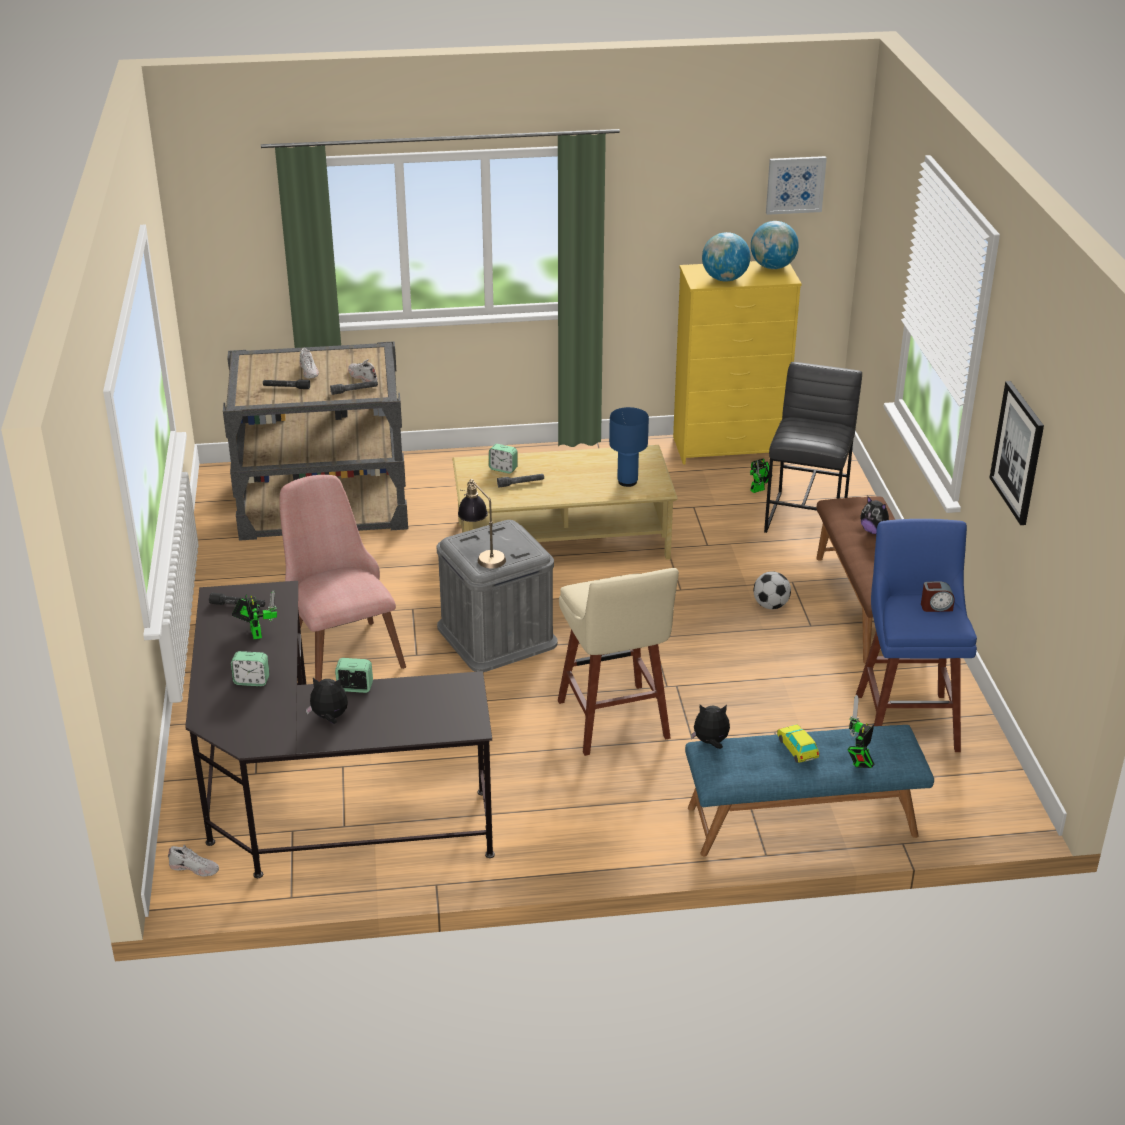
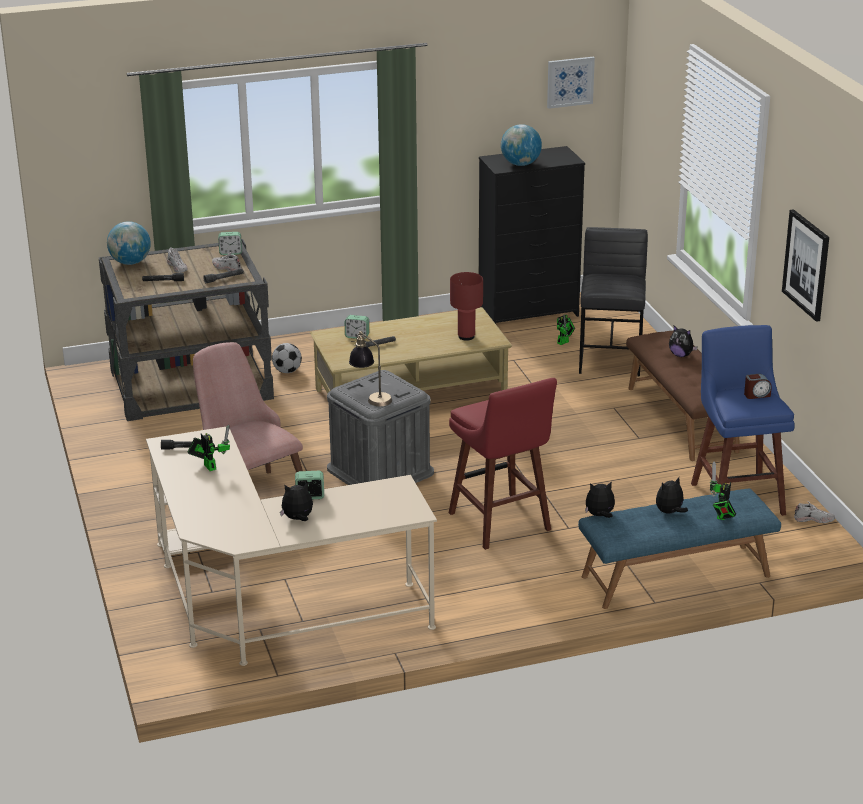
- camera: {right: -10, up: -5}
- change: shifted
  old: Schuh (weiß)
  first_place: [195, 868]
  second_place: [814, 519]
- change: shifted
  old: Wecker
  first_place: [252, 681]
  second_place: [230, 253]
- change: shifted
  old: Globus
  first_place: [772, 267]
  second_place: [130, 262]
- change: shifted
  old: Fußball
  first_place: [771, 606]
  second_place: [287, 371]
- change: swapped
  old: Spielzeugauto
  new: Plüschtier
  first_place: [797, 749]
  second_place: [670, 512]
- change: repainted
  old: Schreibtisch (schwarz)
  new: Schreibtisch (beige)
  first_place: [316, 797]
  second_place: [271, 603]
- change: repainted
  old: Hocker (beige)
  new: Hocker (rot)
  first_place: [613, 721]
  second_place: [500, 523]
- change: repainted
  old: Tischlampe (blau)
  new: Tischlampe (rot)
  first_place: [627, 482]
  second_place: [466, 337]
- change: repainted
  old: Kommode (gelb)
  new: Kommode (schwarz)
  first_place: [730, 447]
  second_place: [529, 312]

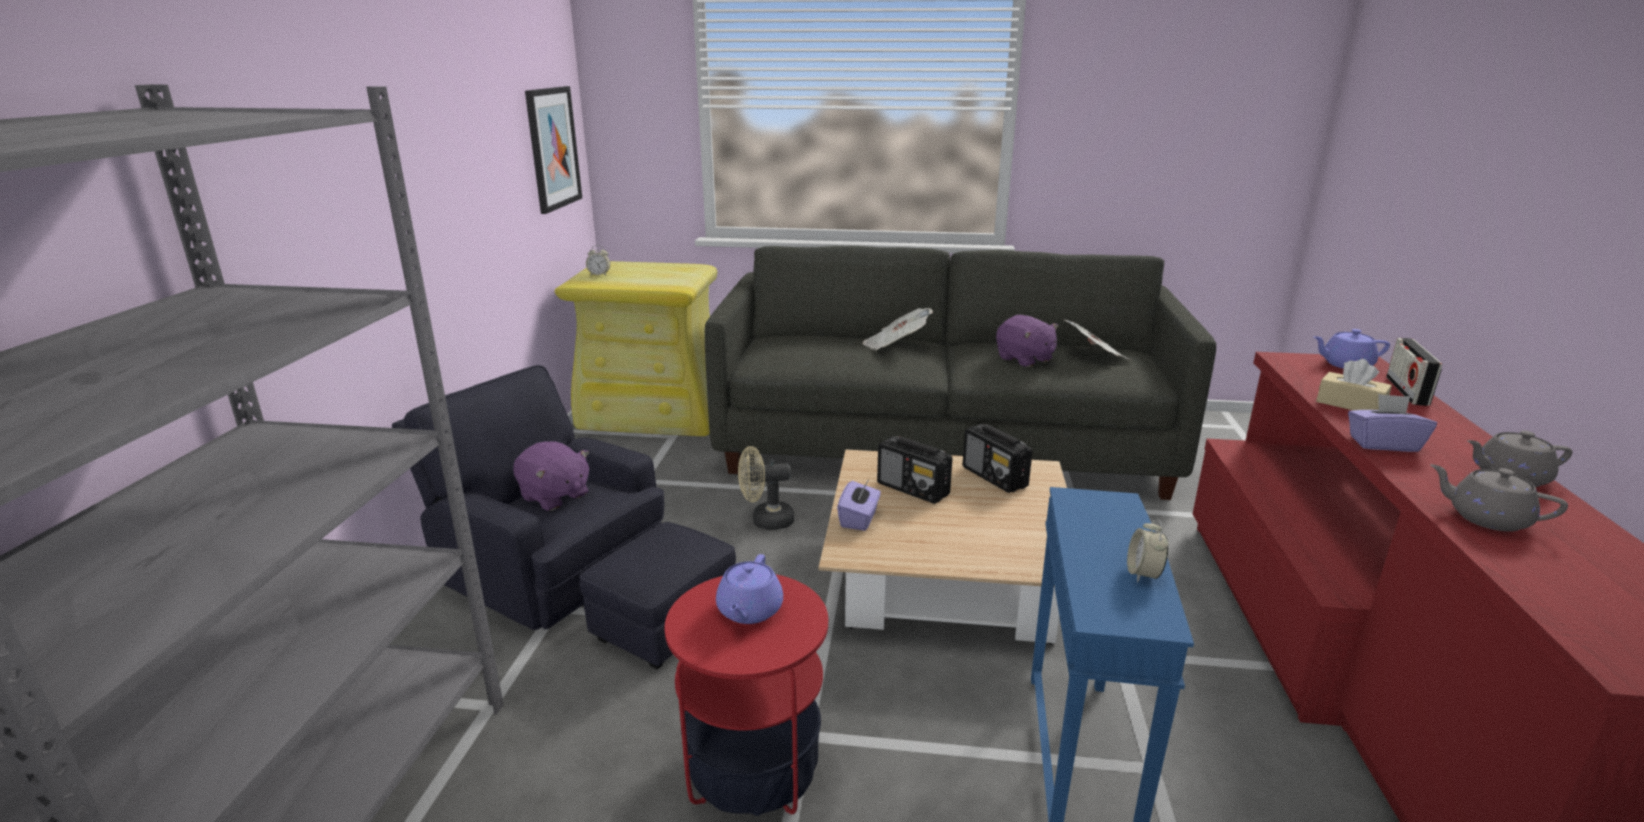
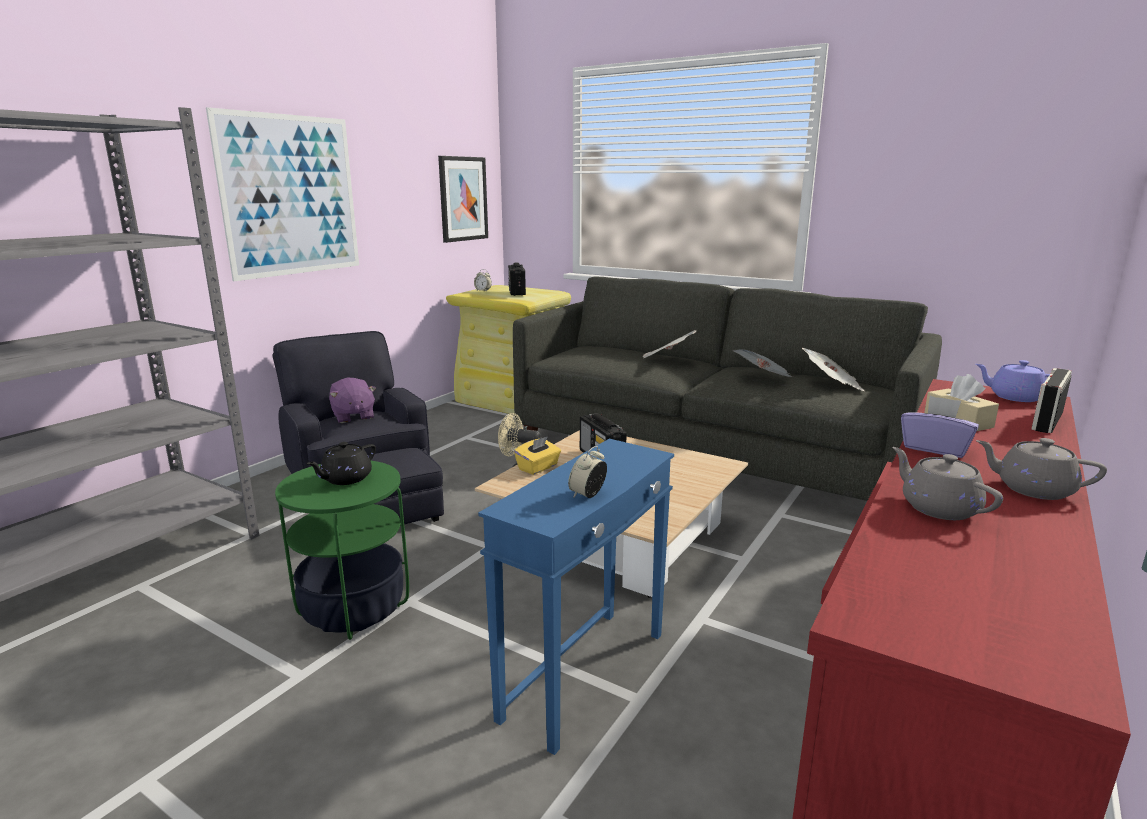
- camera: {right: 25, up: -5}
- change: new
  new: Bild
  second_place: [291, 196]
- change: shifted
  old: Radio
  first_place: [995, 477]
  second_place: [517, 292]
- change: swapped
  old: Plüschtier (lila)
  new: Zeitung
  first_place: [1024, 359]
  second_place: [763, 379]
- change: repainted
  old: Beistelltisch (rot)
  new: Beistelltisch (grün)
  first_place: [754, 773]
  second_place: [354, 611]
- change: repainted
  old: Teekanne (lila)
  new: Teekanne (schwarz)
  first_place: [749, 611]
  second_place: [345, 479]
- change: repainted
  old: Taschentuchbox (lila)
  new: Taschentuchbox (gelb)
  first_place: [859, 519]
  second_place: [538, 468]

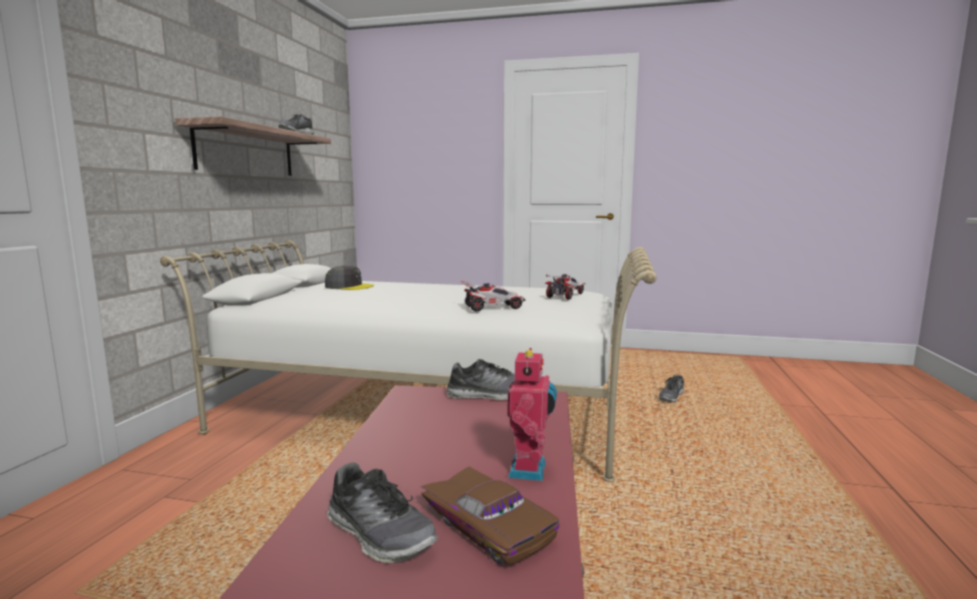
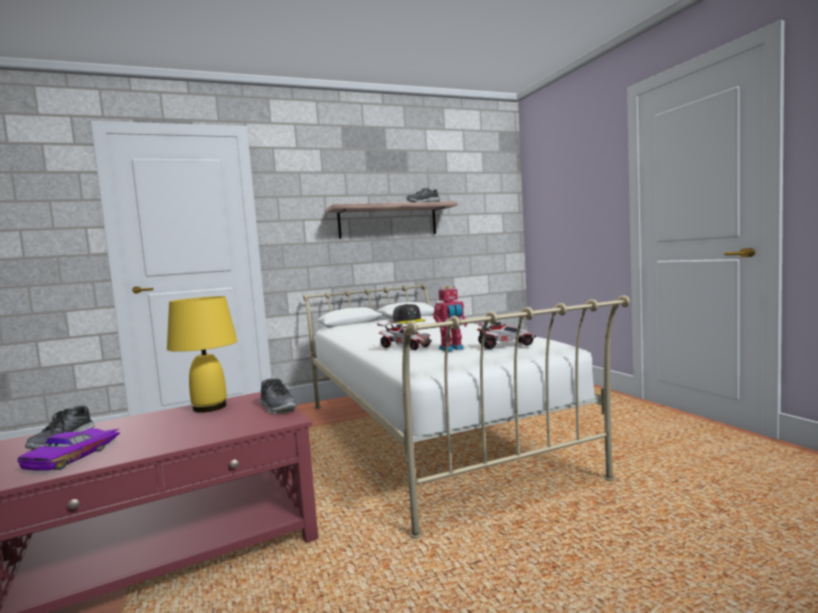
- camera: {right: 55, up: -5}
- change: gone
  old: Schuh
  first_place: [671, 397]
- change: new
  new: Tischlampe (gelb)
  second_place: [210, 407]
- change: shifted
  old: Spielzeugroboter
  first_place: [530, 470]
  second_place: [452, 349]
- change: repainted
  old: Spielzeugauto (braun)
  new: Spielzeugauto (lila)
  first_place: [490, 523]
  second_place: [75, 456]

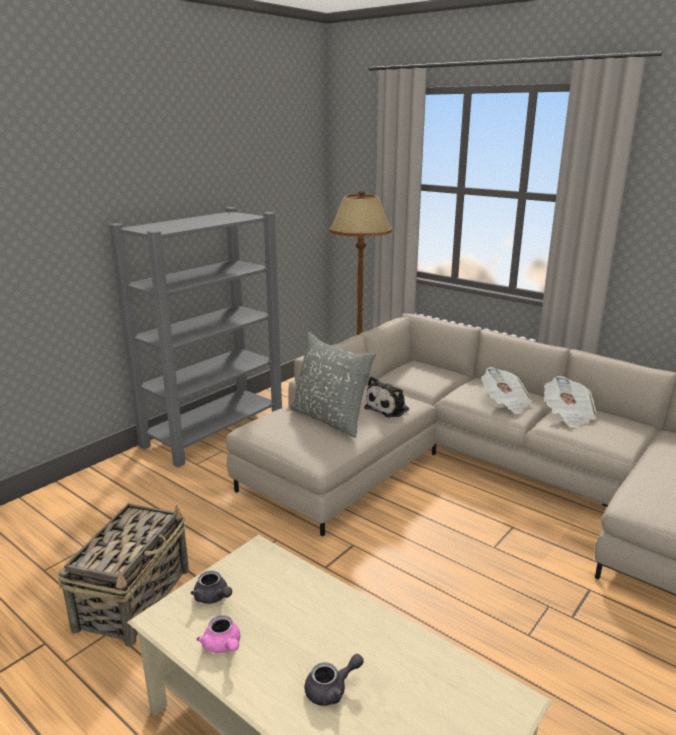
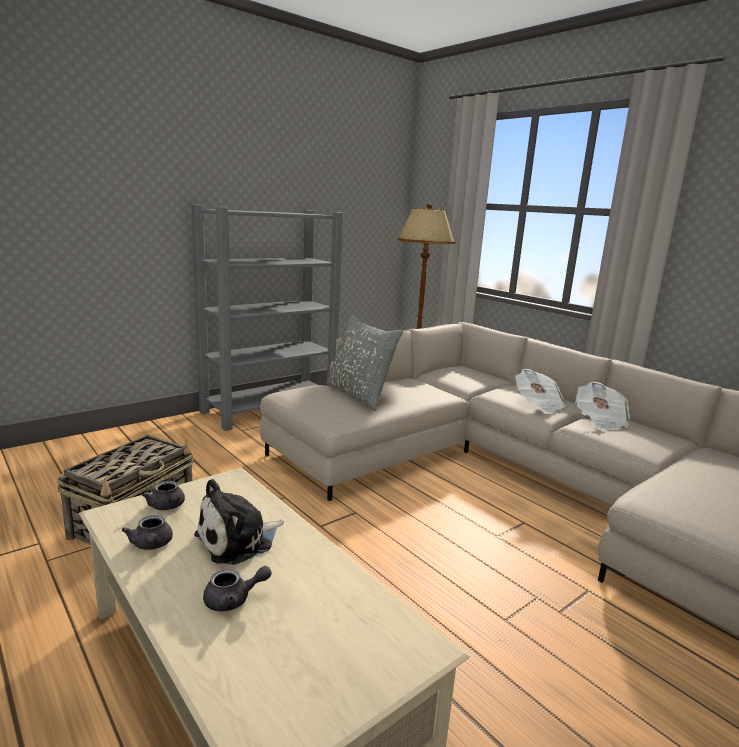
- camera: {right: 10, up: -5}
- change: shifted
  old: Plüschtier
  first_place: [389, 408]
  second_place: [238, 540]
- change: repainted
  old: Teekanne (rosa)
  new: Teekanne (grau)
  first_place: [223, 646]
  second_place: [151, 545]

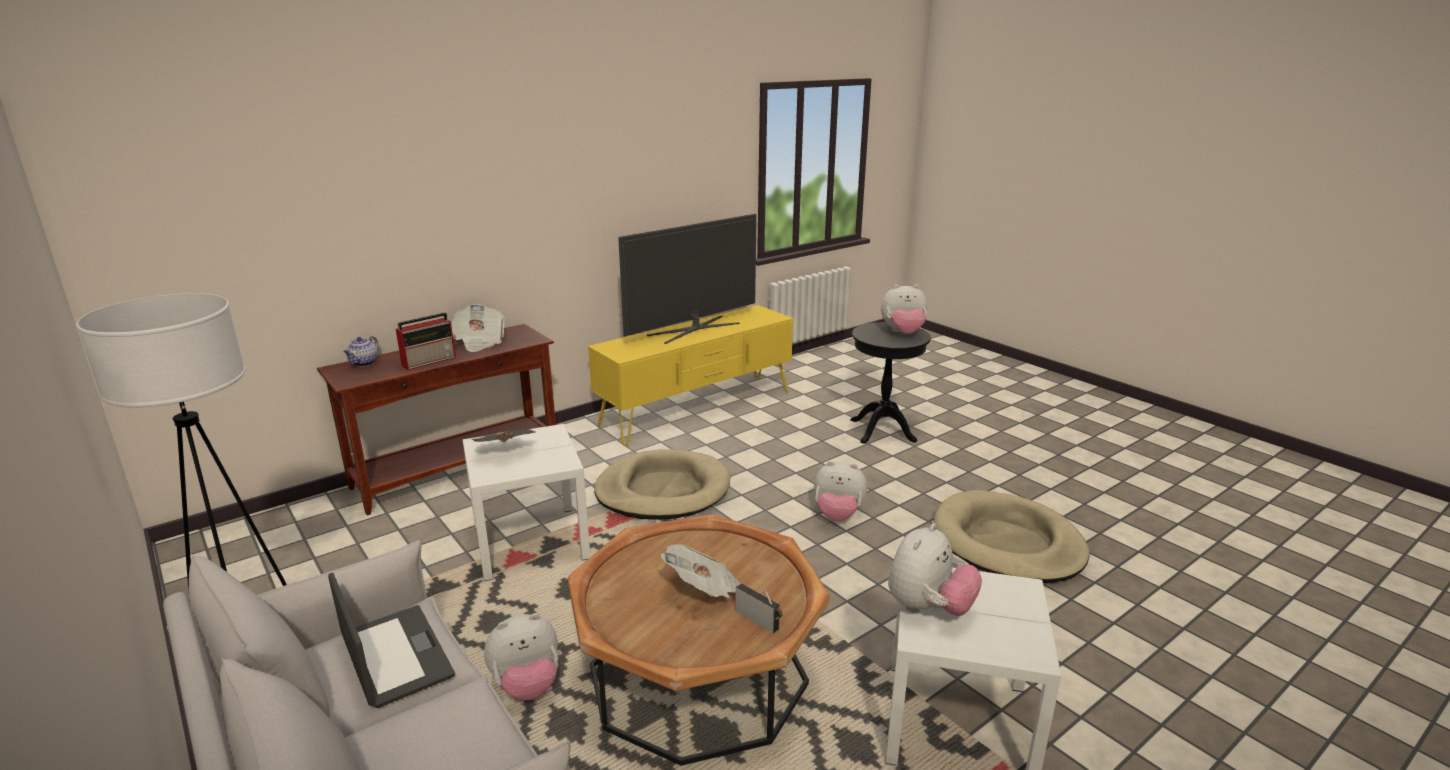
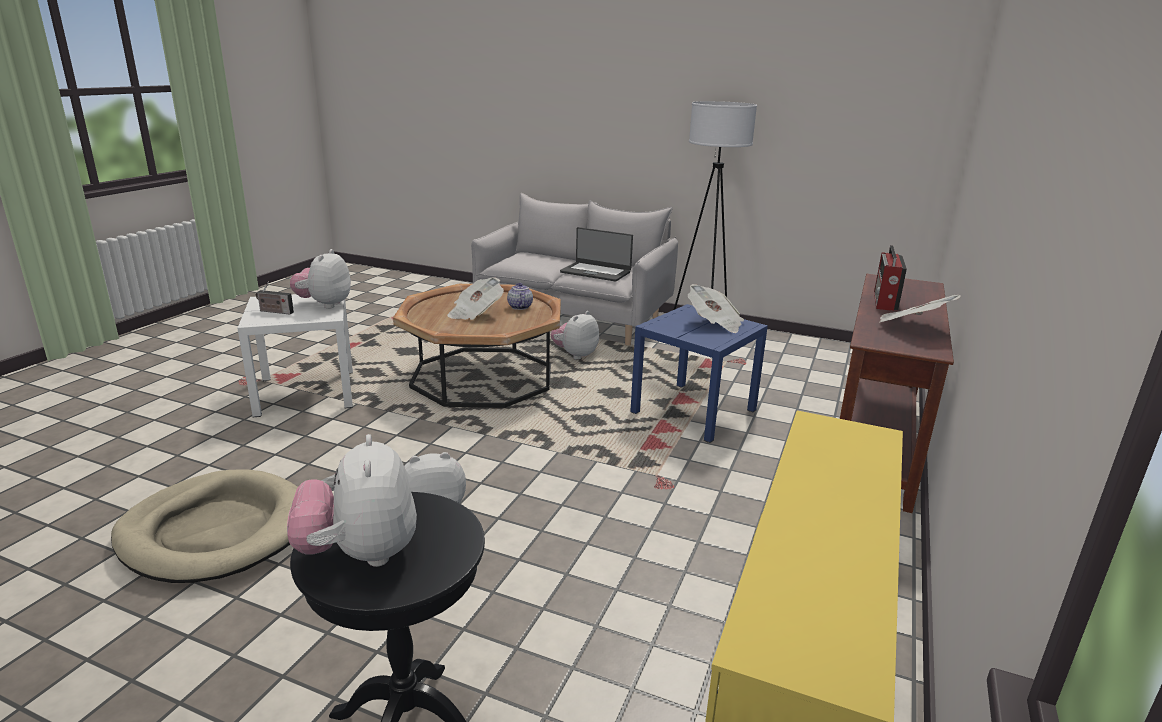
- camera: {right: 150, up: 0}
- change: gone
  old: Hundebett (beige)
  first_place: [663, 490]
- change: gone
  old: Fernseher
  first_place: [694, 329]
- change: shifted
  old: Teekanne
  first_place: [364, 363]
  second_place: [519, 307]
- change: shifted
  old: Radio
  first_place: [759, 621]
  second_place: [275, 311]
- change: repainted
  old: Beistelltisch (weiß)
  new: Beistelltisch (blau)
  first_place: [529, 542]
  second_place: [693, 410]
- change: rotated
  old: Plüschtier
  first_place: [903, 333]
  second_place: [360, 554]
  degrees: -75

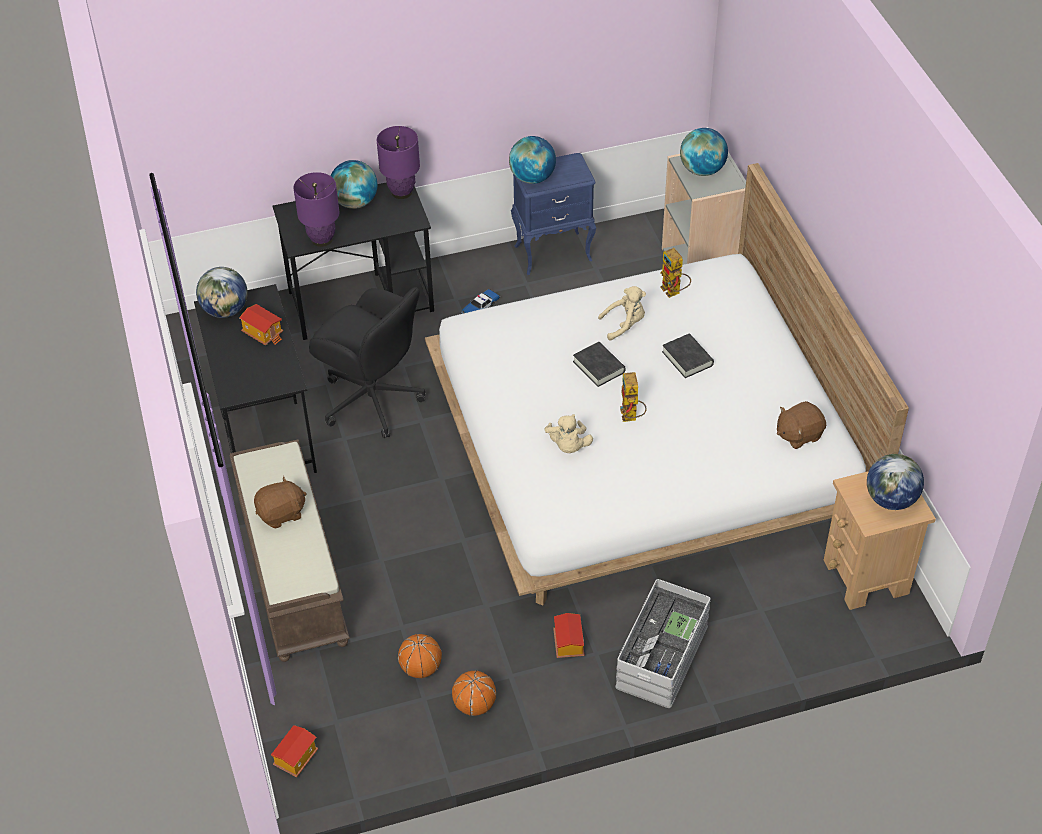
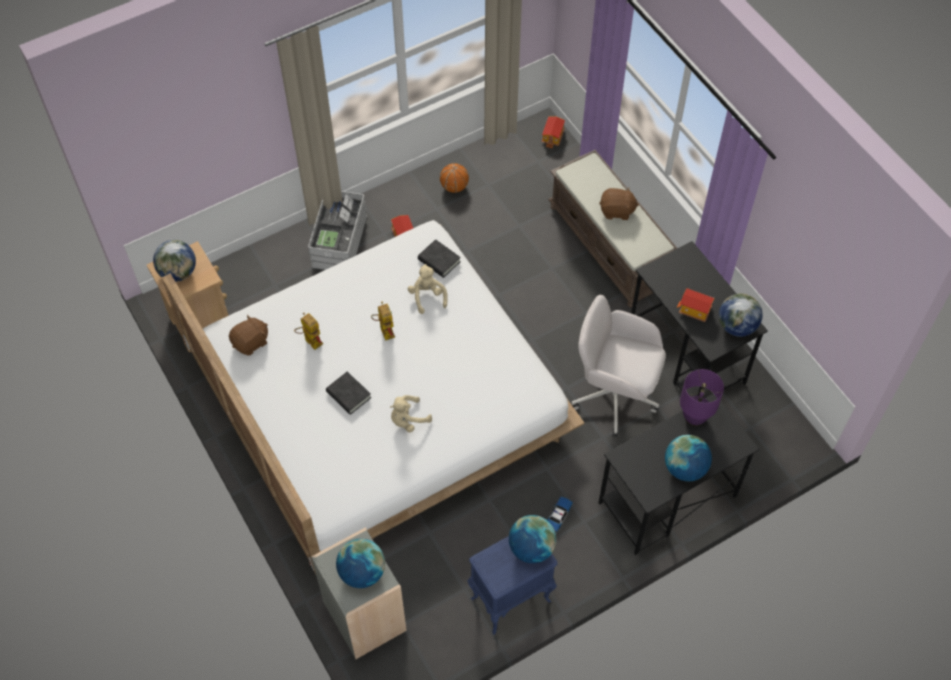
- camera: {right: 165, up: 10}
- change: gone
  old: Tischlampe (lila)
  first_place: [401, 192]
- change: gone
  old: Basketball
  first_place: [421, 668]
- change: shifted
  old: Buch (schwarz)
  first_place: [599, 367]
  second_place: [439, 261]
- change: shifted
  old: Spielzeugroboter
  first_place: [674, 292]
  second_place: [310, 341]
- change: repainted
  old: Bürostuhl (schwarz)
  new: Bürostuhl (weiß)
  first_place: [371, 401]
  second_place: [614, 397]
- change: rotated
  old: Plüschtier (braun)
  first_place: [282, 514]
  second_place: [617, 211]
  degrees: -135

